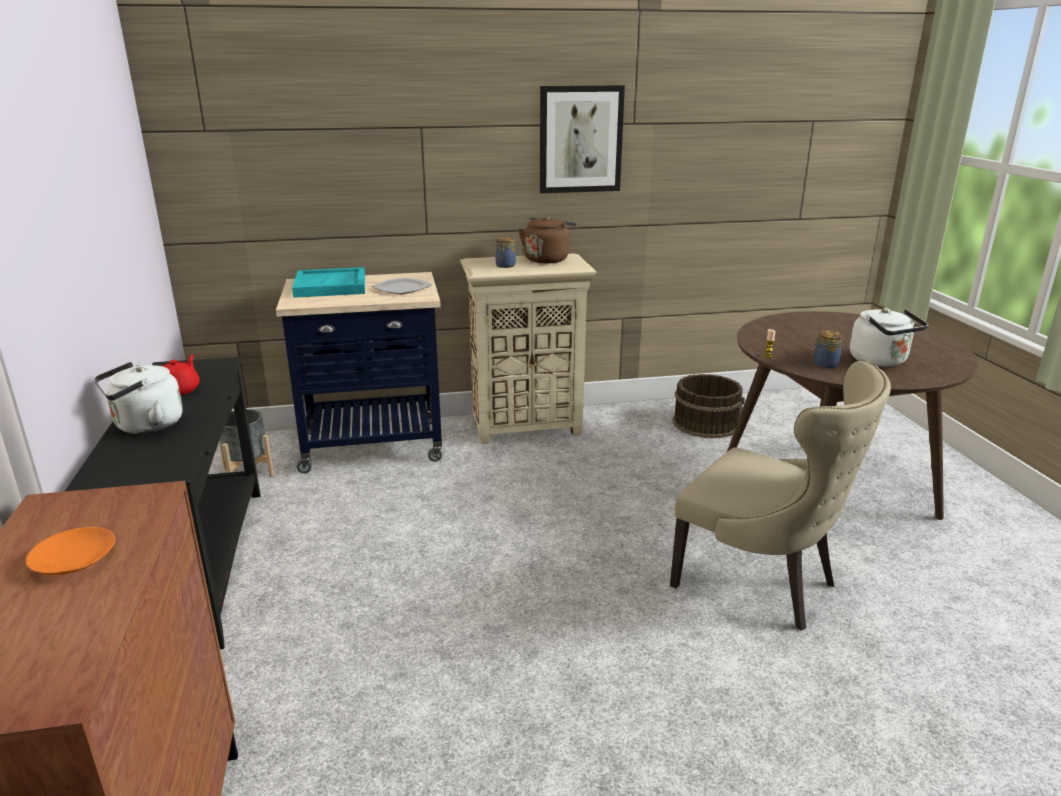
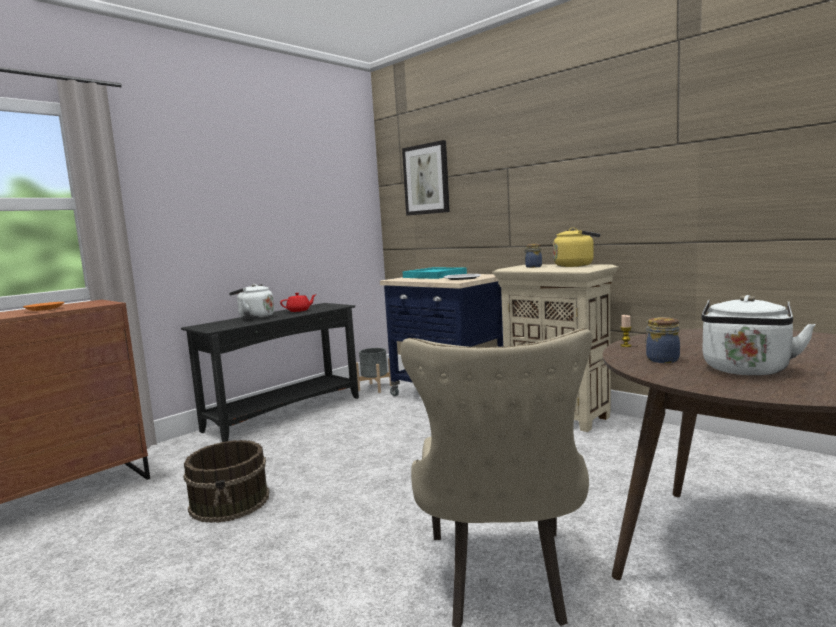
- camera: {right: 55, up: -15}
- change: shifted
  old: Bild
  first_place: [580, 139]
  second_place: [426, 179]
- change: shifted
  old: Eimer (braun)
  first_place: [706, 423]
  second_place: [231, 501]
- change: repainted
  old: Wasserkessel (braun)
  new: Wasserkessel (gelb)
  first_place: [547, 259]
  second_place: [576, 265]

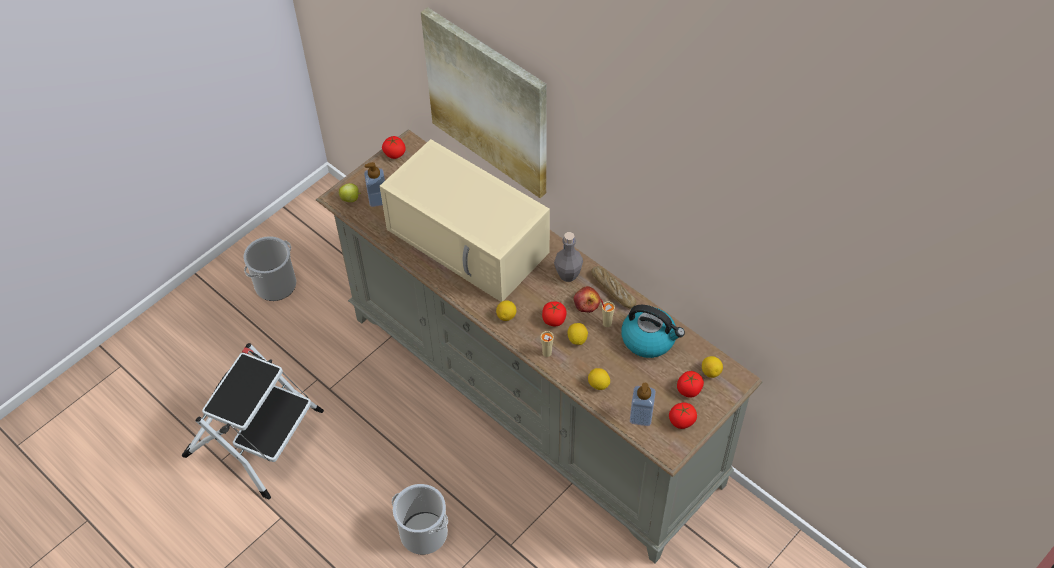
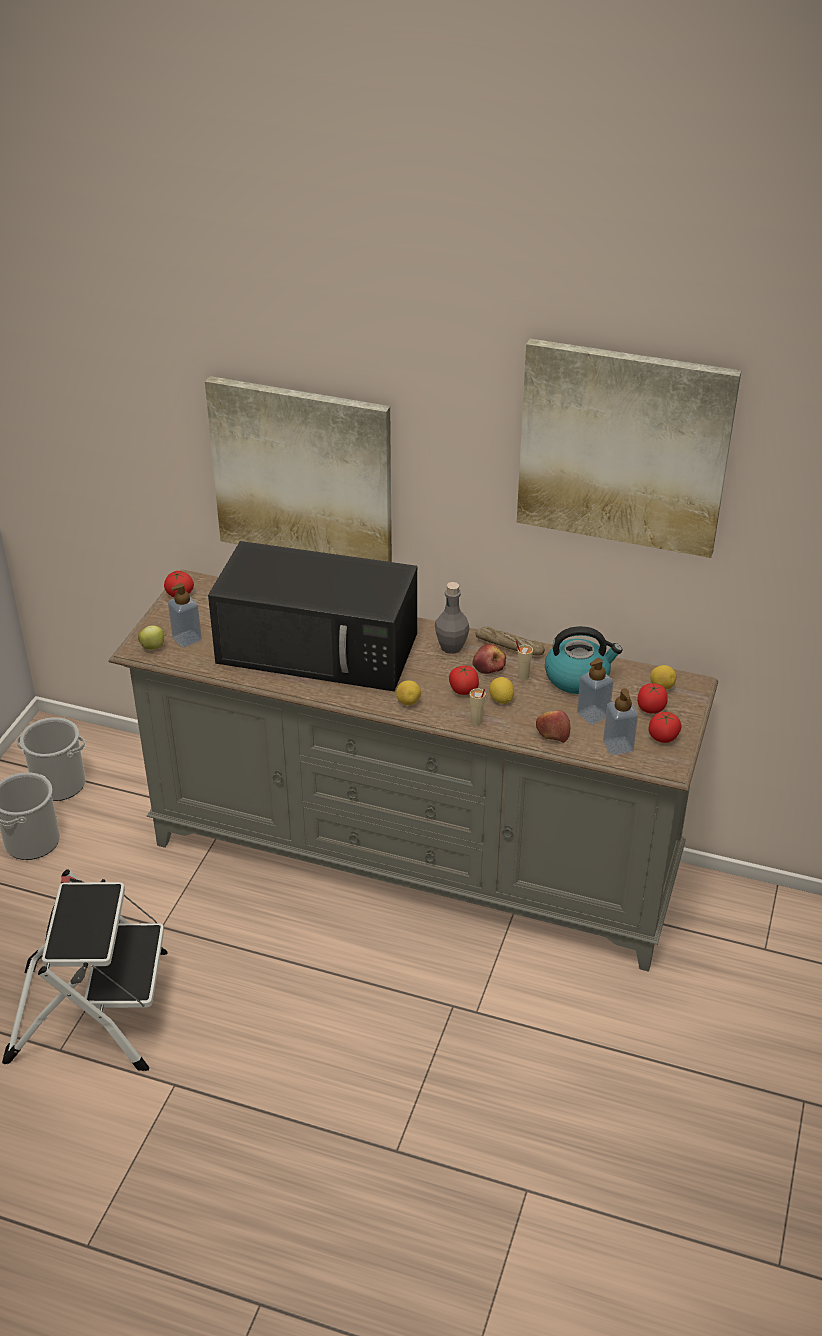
- camera: {right: -25, up: -15}
- change: new
  new: Bild
  second_place: [623, 447]
- change: new
  new: Seifenspender
  second_place: [593, 715]
- change: shifted
  old: Eimer
  first_place: [423, 533]
  second_place: [59, 784]
- change: swapped
  old: Zitrone
  new: Apfel
  first_place: [598, 384]
  second_place: [552, 732]
- change: repainted
  old: Mikrowelle (beige)
  new: Mikrowelle (schwarz)
  first_place: [470, 241]
  second_place: [320, 648]

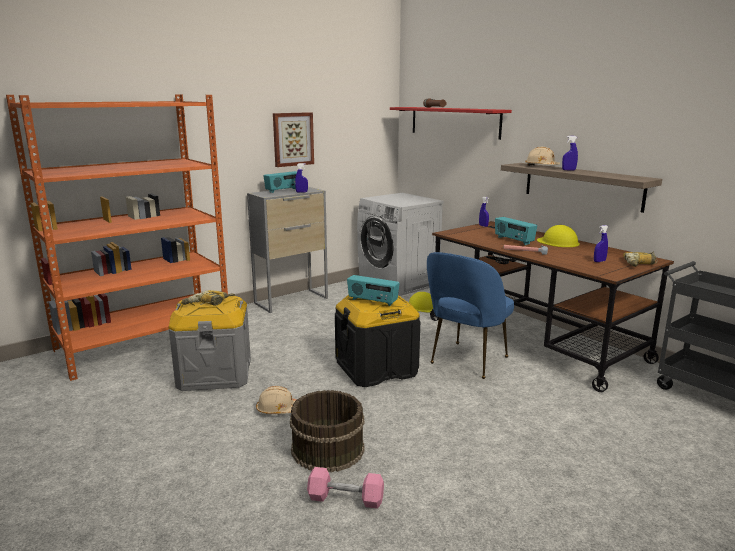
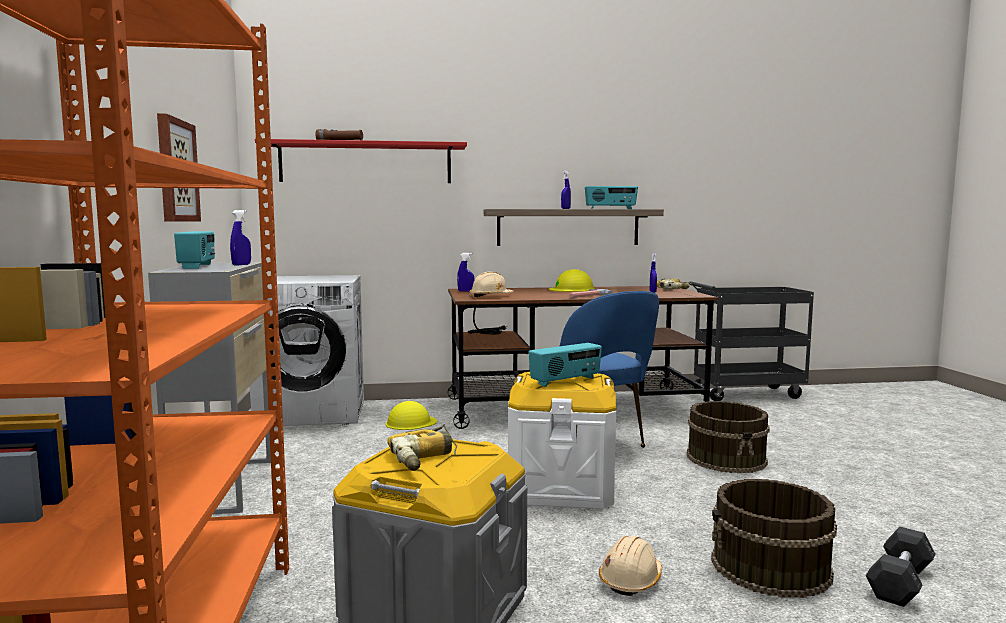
- camera: {right: -60, up: -10}
- change: new
  new: Eimer (braun)
  second_place: [727, 458]
- change: shifted
  old: Radio
  first_place: [513, 240]
  second_place: [610, 209]
- change: shifted
  old: Schutzhelm (beige)
  first_place: [541, 166]
  second_place: [490, 296]
- change: repainted
  old: Hantel (rosa)
  new: Hantel (grau)
  first_place: [345, 498]
  second_place: [900, 582]
- change: repainted
  old: Aufbewahrungsbox (schwarz)
  new: Aufbewahrungsbox (weiß)
  first_place: [376, 368]
  second_place: [561, 487]

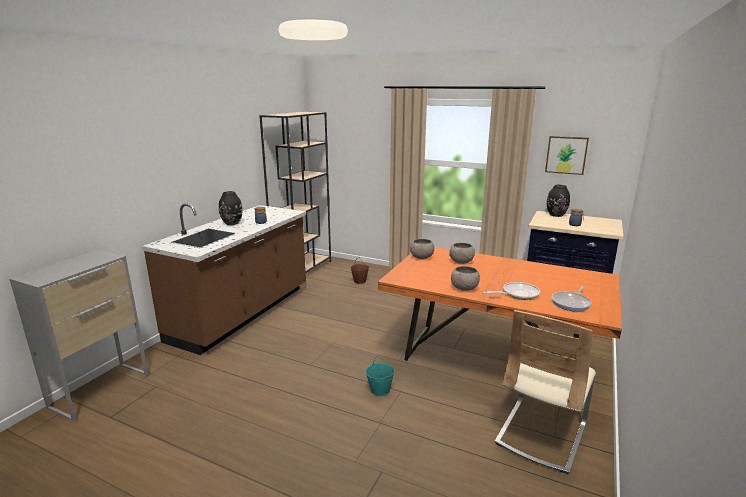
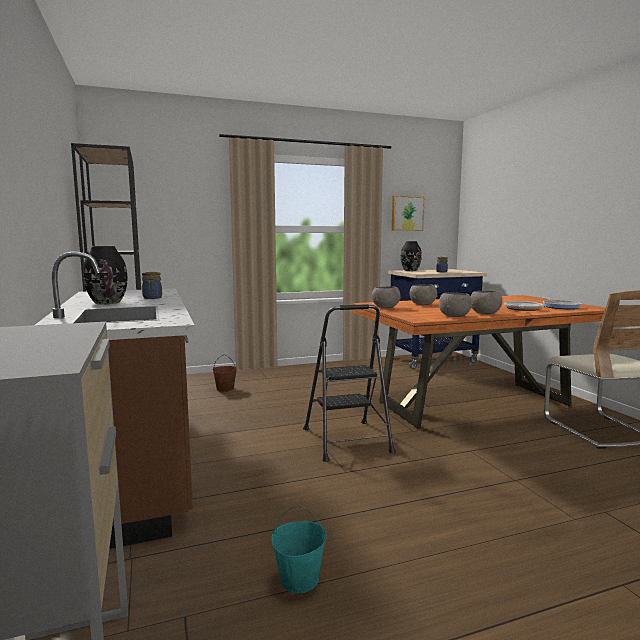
- camera: {right: -45, up: -10}
- change: new
  new: Trittleiter (schwarz)
  second_place: [347, 441]
- change: new
  new: Schüssel (grau)
  second_place: [454, 316]
- change: shifted
  old: Eimer (türkis)
  first_place: [380, 390]
  second_place: [299, 579]

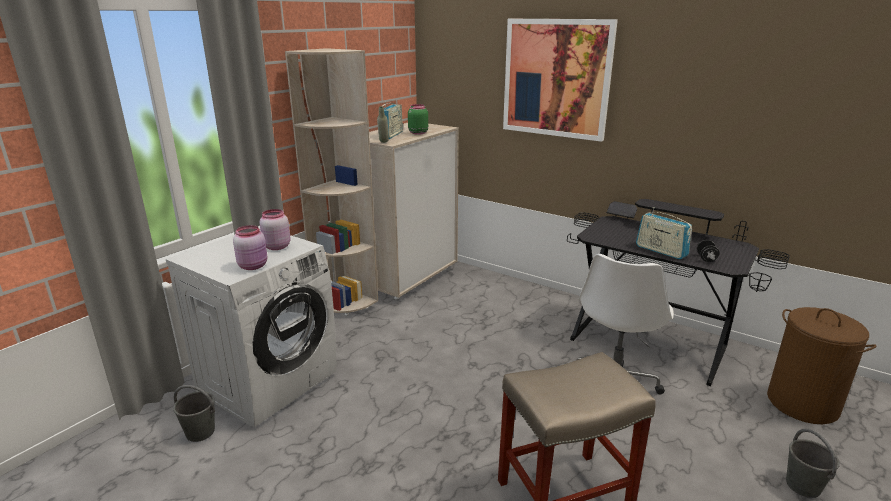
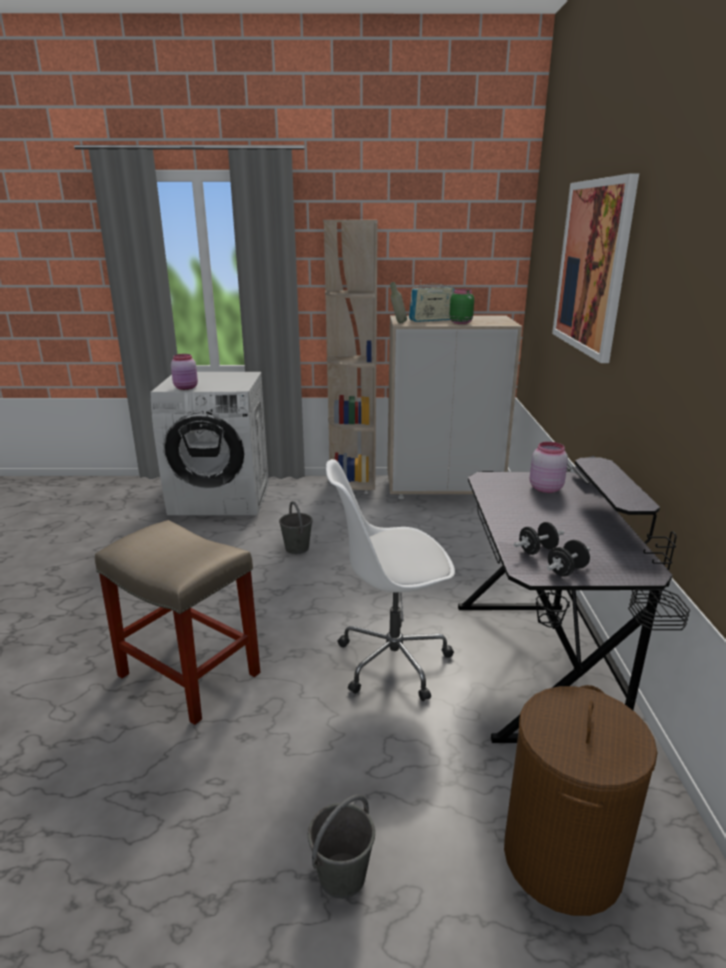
- camera: {right: 55, up: 0}
- change: gone
  old: Radio
  first_place: [661, 251]
- change: new
  new: Hantel (schwarz)
  second_place: [566, 570]
- change: shifted
  old: Eimer (grau)
  first_place: [201, 432]
  second_place: [297, 548]
- change: shifted
  old: Vorratsglas (rosa)
  first_place: [276, 247]
  second_place: [545, 488]

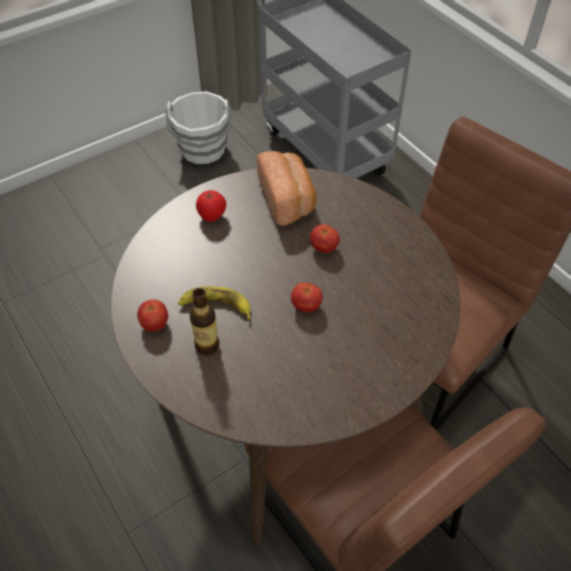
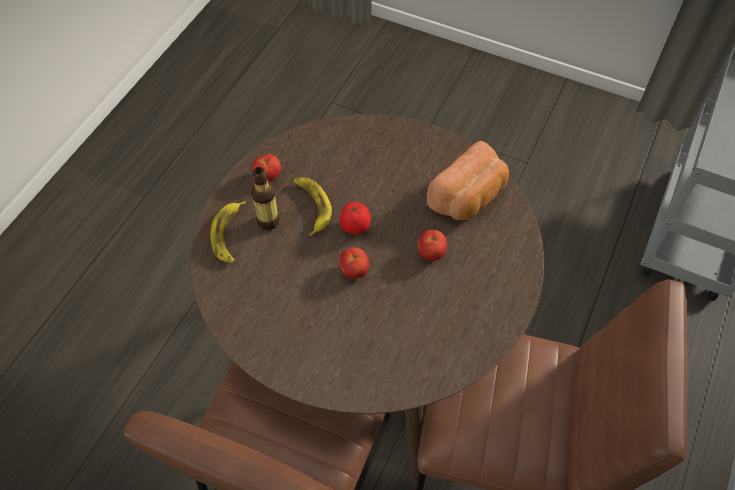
- camera: {right: 60, up: 5}
- change: gone
  old: Eimer (weiß)
  first_place: [203, 150]
- change: new
  new: Banane
  second_place: [229, 235]
- change: shifted
  old: Tomate
  first_place: [212, 216]
  second_place: [355, 227]

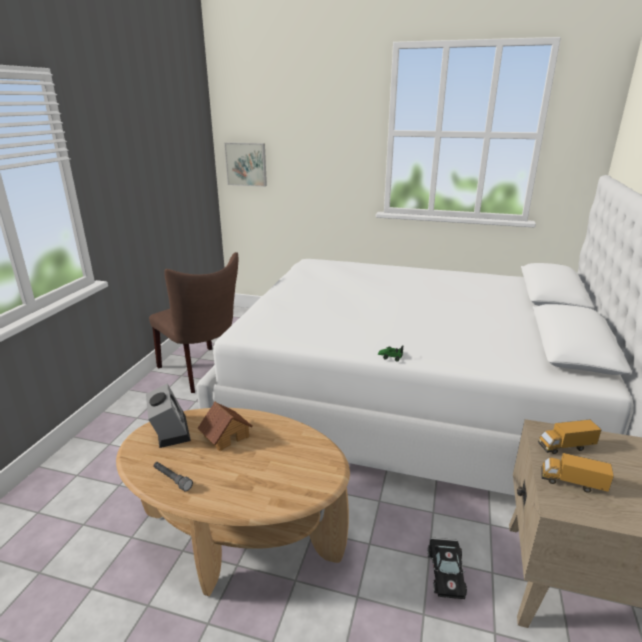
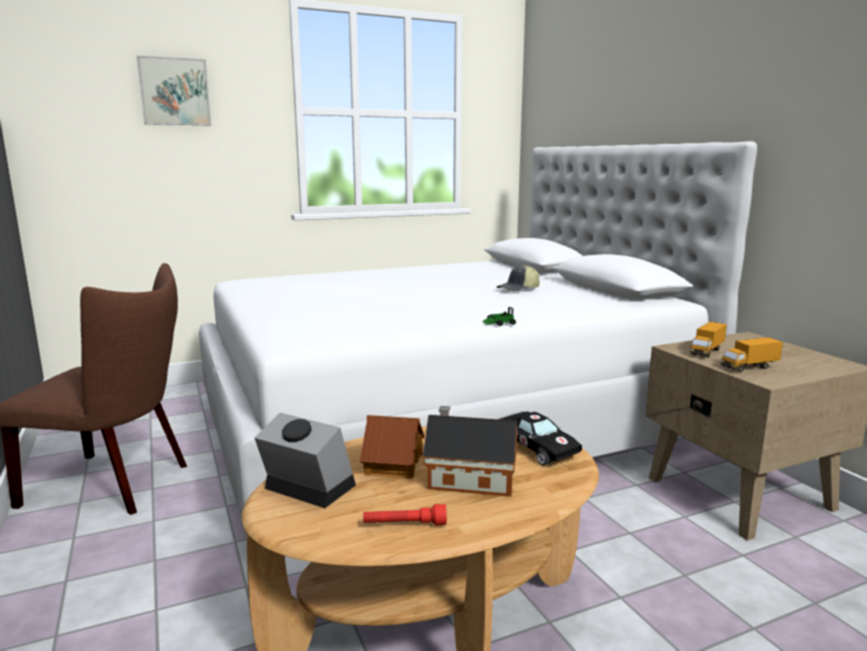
- camera: {right: -40, up: -10}
- change: new
  new: Spielzeughaus
  second_place: [468, 478]
- change: new
  new: Kappe
  second_place: [518, 289]
- change: shifted
  old: Bild
  first_place: [246, 164]
  second_place: [174, 92]
- change: shifted
  old: Spielzeugauto (schwarz)
  first_place: [445, 572]
  second_place: [534, 447]
- change: repainted
  old: Taschenlampe (grau)
  new: Taschenlampe (rot)
  first_place: [172, 479]
  second_place: [404, 525]

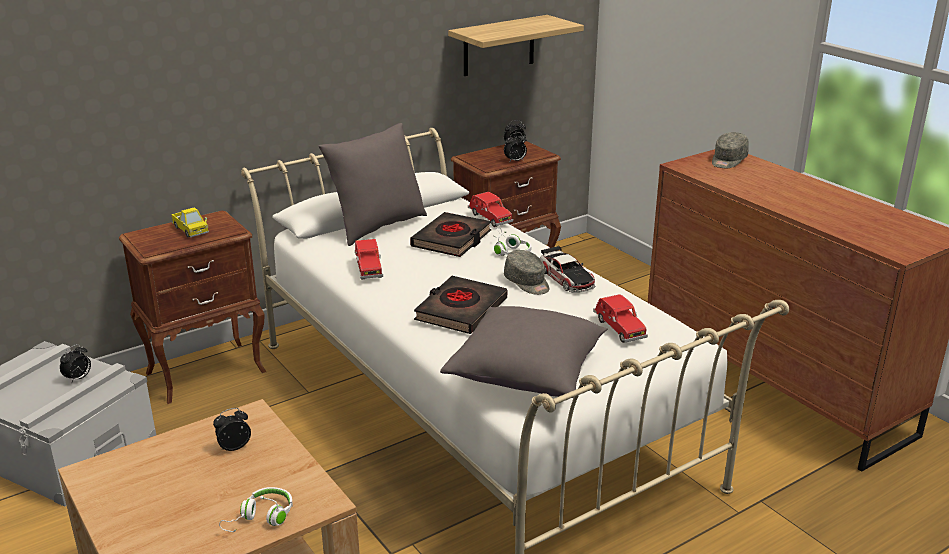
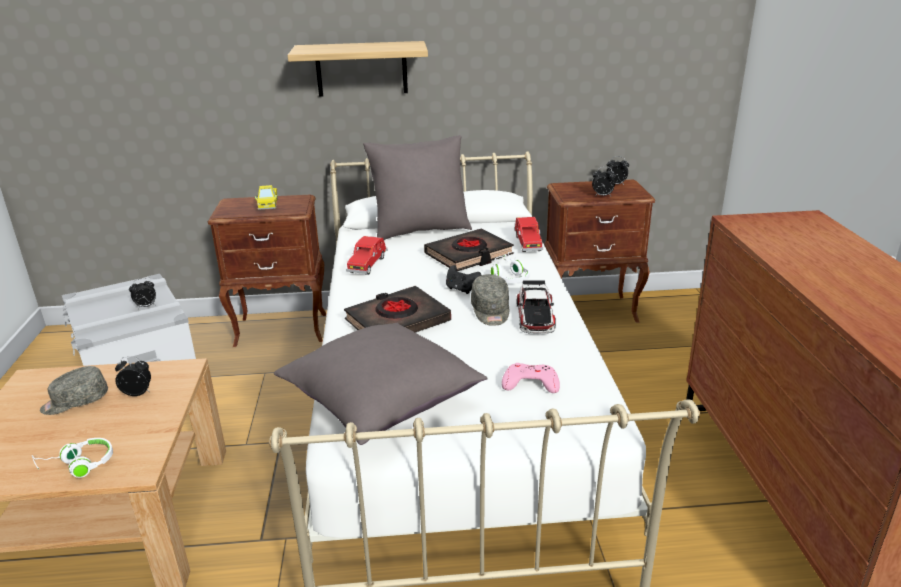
- camera: {right: 30, up: 0}
- change: new
  new: Gamepad (schwarz)
  second_place: [461, 289]
- change: shifted
  old: Wandregal
  first_place: [499, 46]
  second_place: [361, 69]
- change: shifted
  old: Kappe (grau)
  first_place: [728, 160]
  second_place: [75, 402]
- change: swapped
  old: Spielzeugauto (rot)
  new: Gamepad (rosa)
  first_place: [619, 329]
  second_place: [530, 383]

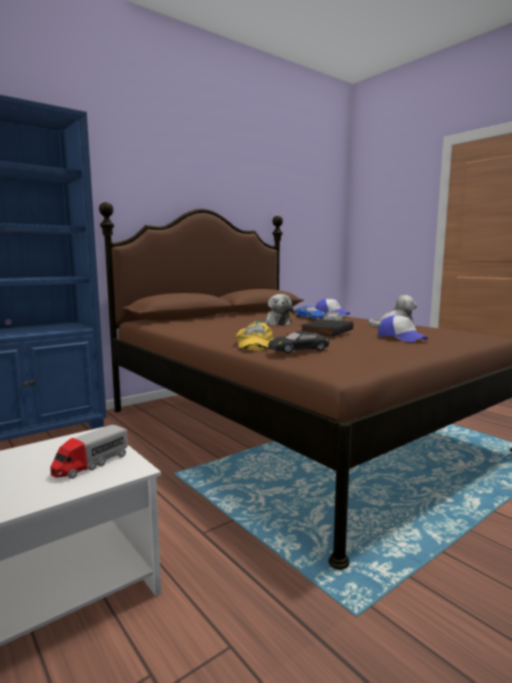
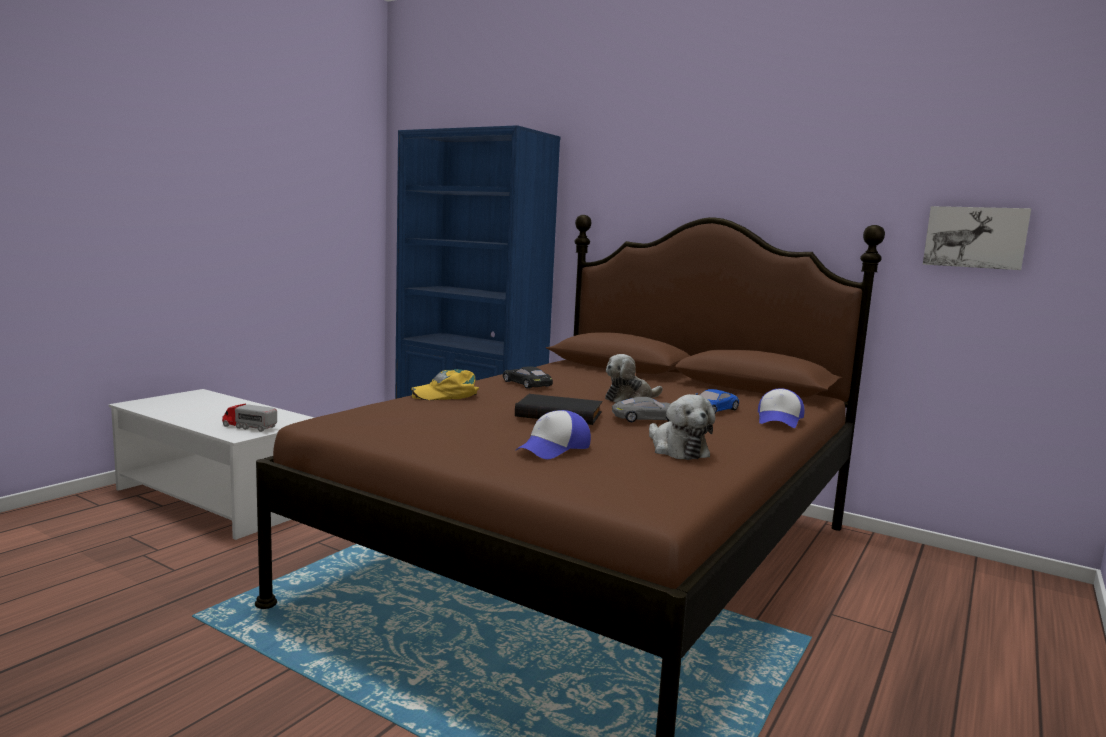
- camera: {right: 70, up: 0}
- change: new
  new: Bild
  second_place: [975, 237]
- change: shifted
  old: Spielzeugauto (schwarz)
  first_place: [298, 349]
  second_place: [526, 384]

